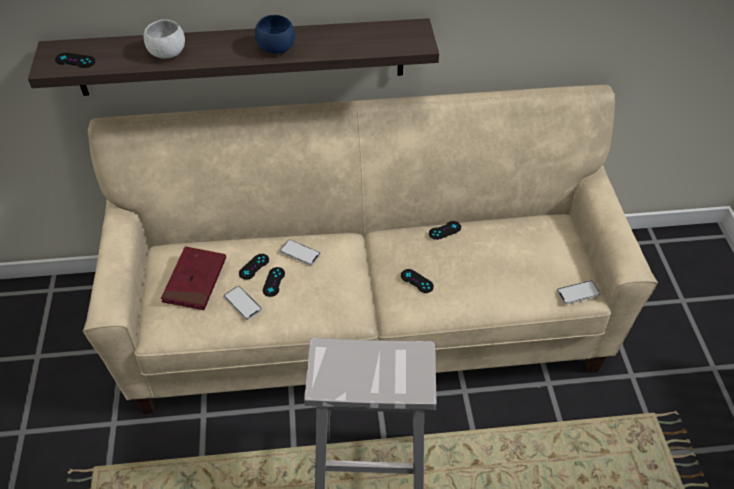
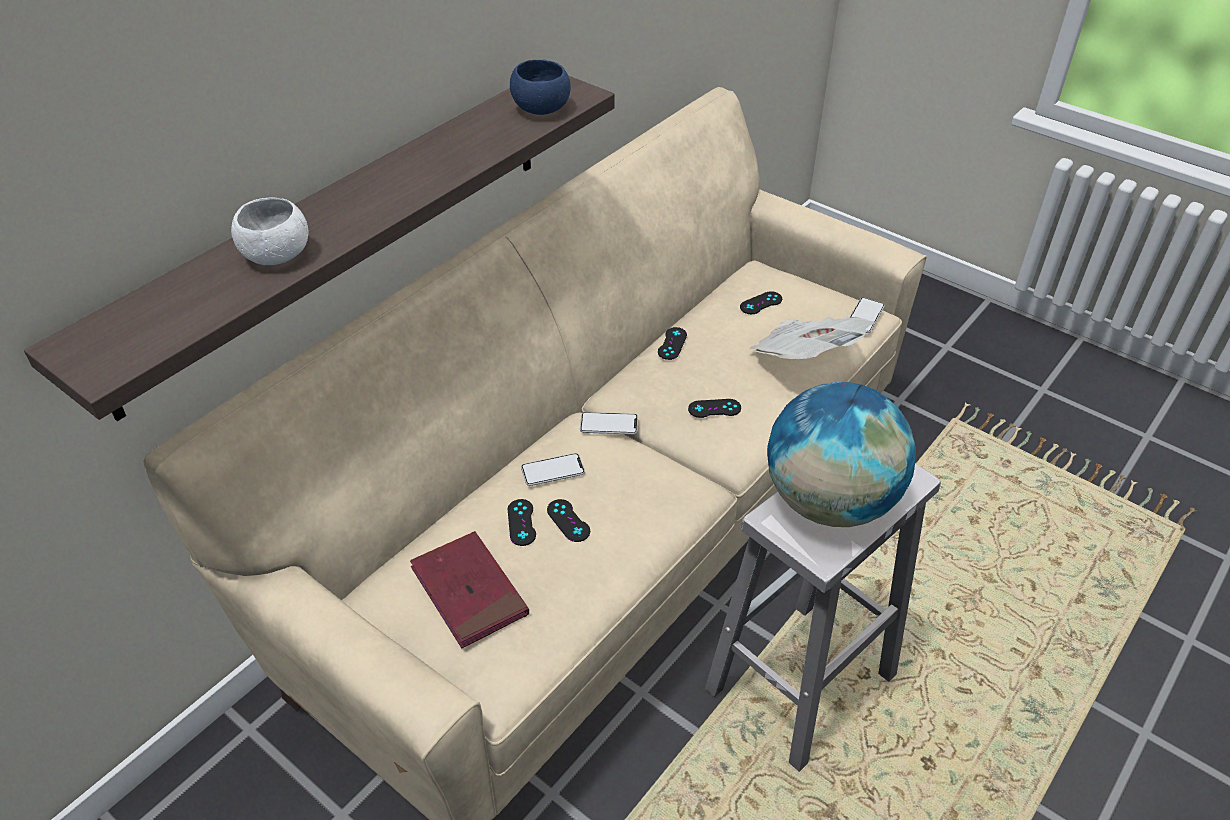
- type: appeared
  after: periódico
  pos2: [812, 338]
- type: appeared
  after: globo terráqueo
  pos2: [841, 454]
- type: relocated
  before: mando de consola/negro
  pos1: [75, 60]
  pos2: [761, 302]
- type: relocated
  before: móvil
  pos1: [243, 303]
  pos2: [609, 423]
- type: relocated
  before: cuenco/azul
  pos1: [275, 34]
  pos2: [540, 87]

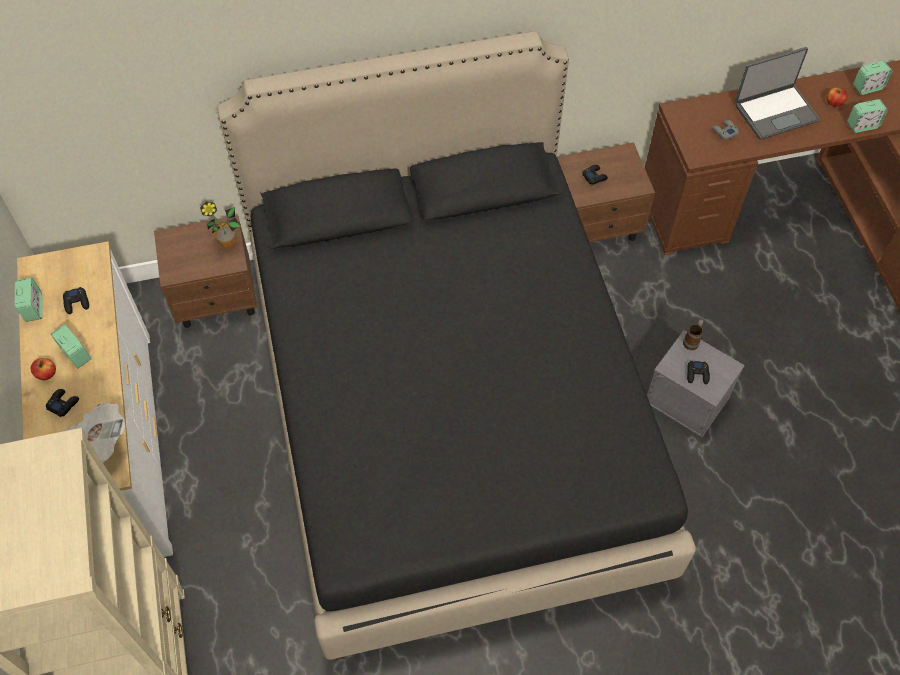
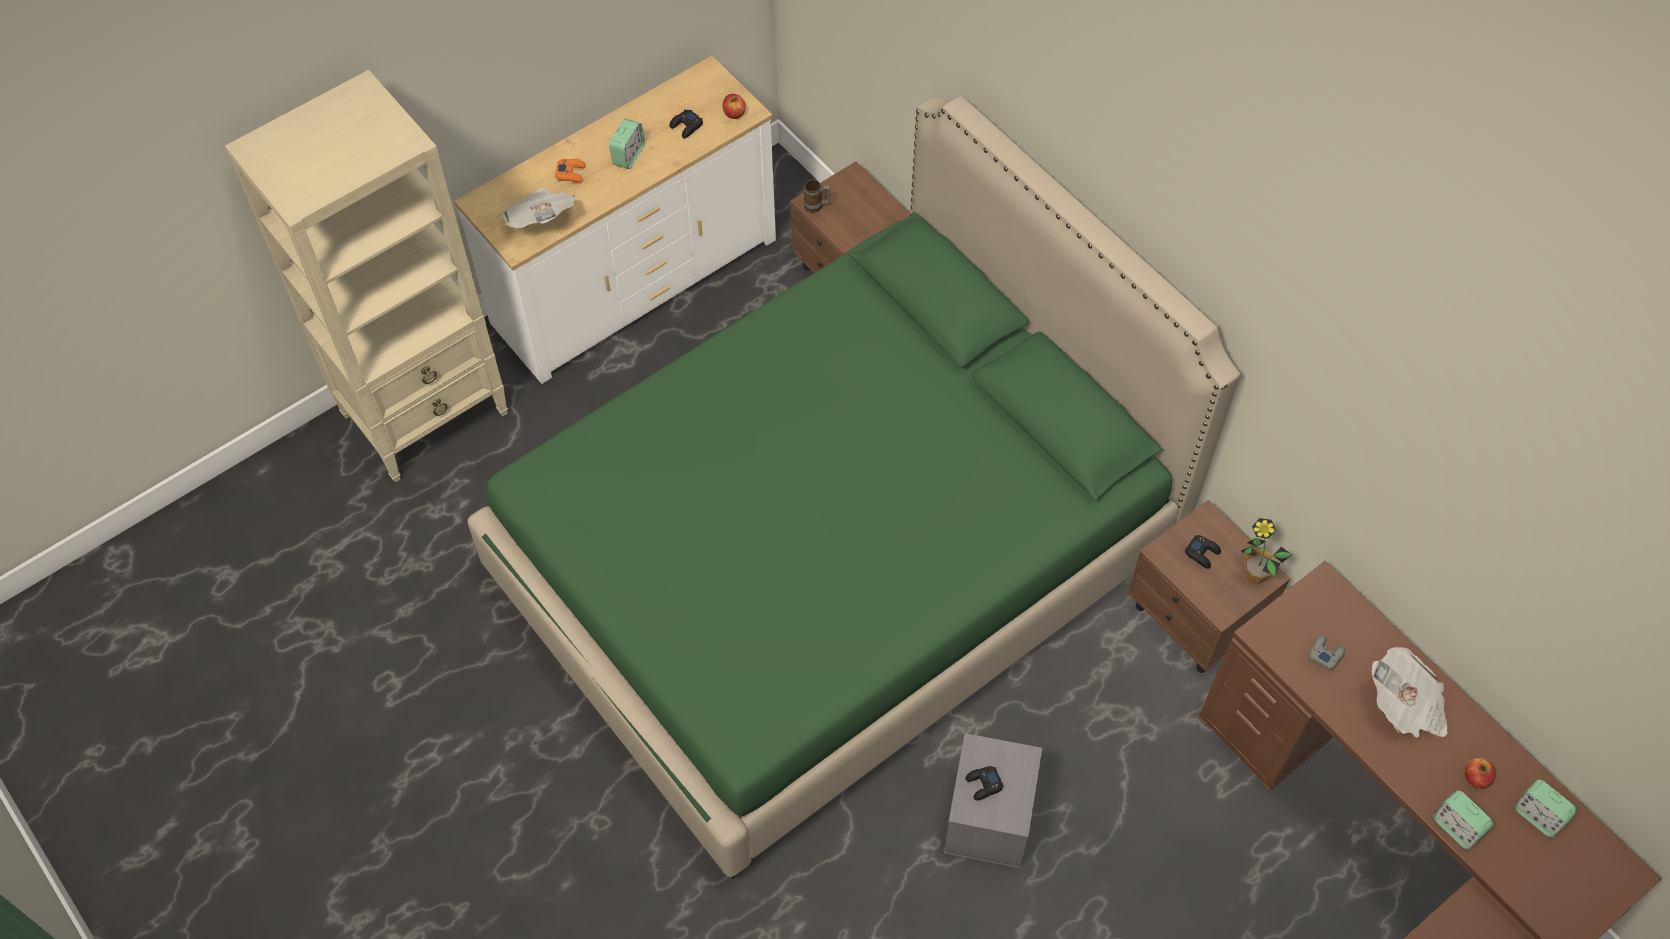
- type: missing
  before: despertador
  pos1: [29, 299]
- type: relocated
  before: manzana
  pos1: [43, 369]
  pos2: [734, 106]
- type: relocated
  before: planta en maceta
  pos1: [220, 225]
  pos2: [1266, 551]
- type: relocated
  before: taza grande
  pos1: [693, 334]
  pos2: [817, 196]
- type: exchanged
  before: portátil
  after: periódico
  pos1: [777, 93]
  pos2: [1410, 692]
- type: colour
  before: mando de consola/negro
  after: mando de consola/naranja
  pos1: [62, 403]
  pos2: [570, 170]
- type: colour
  before: cama/negro
  after: cama/verde
  pos1: [457, 345]
  pos2: [853, 487]

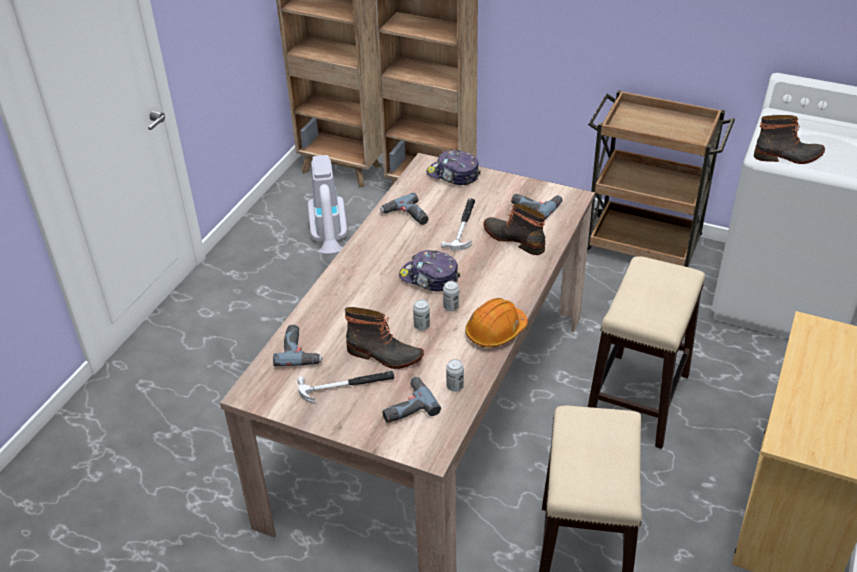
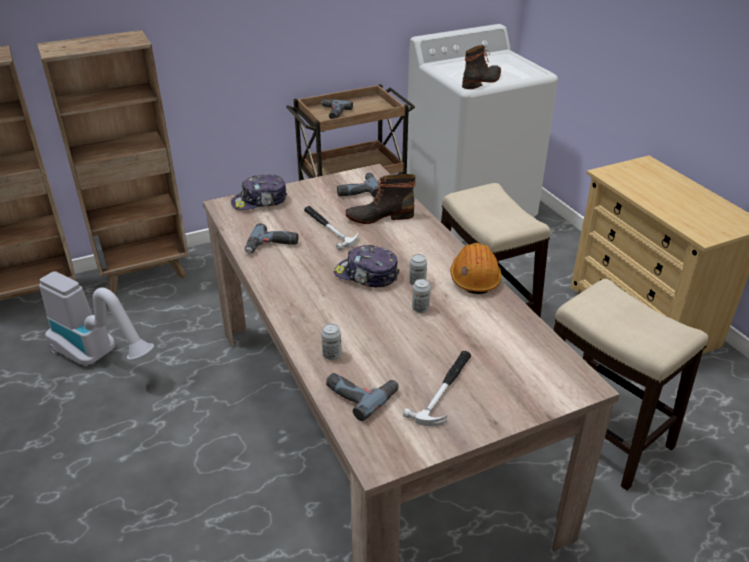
- type: missing
  before: bota
  pos1: [384, 338]
- type: relocated
  before: taladro
  pos1: [411, 400]
  pos2: [337, 109]
- type: relocated
  before: lata
  pos1: [455, 375]
  pos2: [331, 341]
- type: spun
  before: gorra
  pos1: [429, 270]
  pos2: [367, 266]
  turn: 45

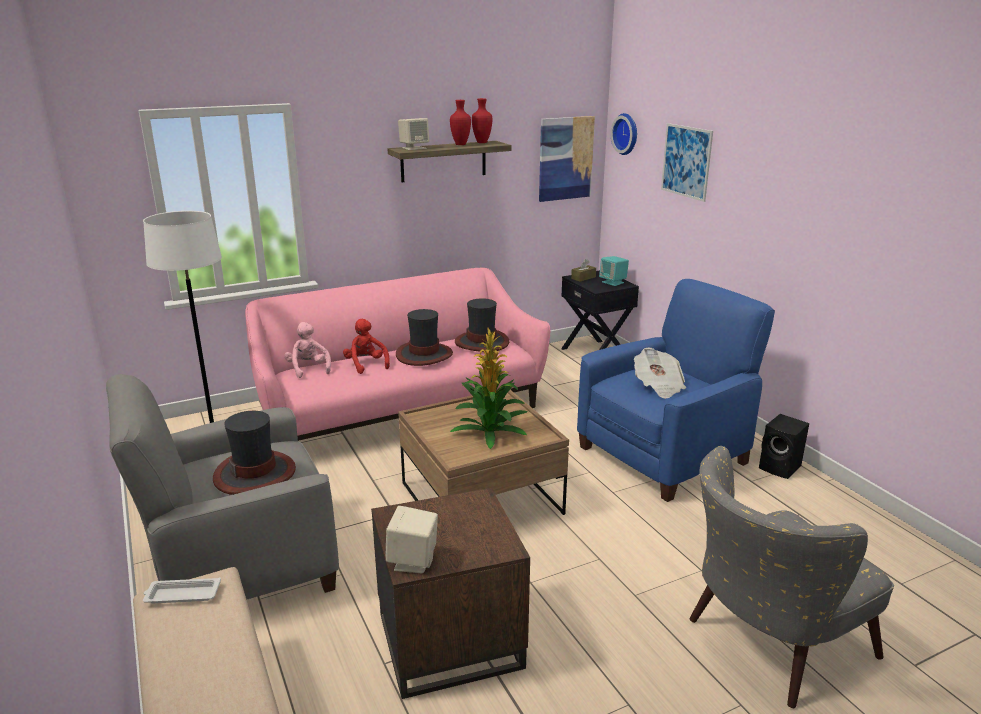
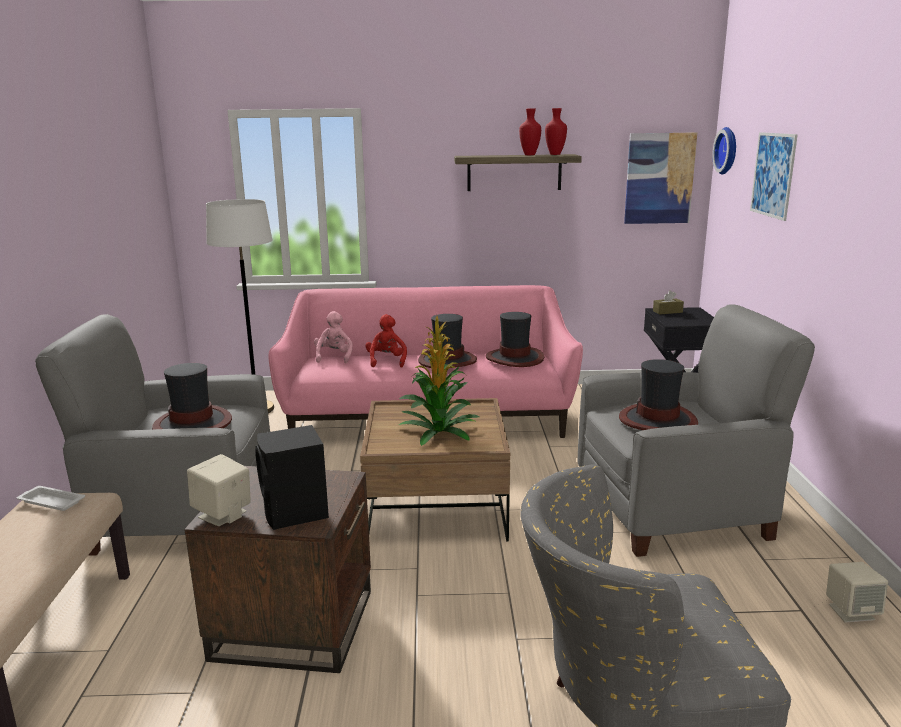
- type: missing
  before: altavoz/turquesa
  pos1: [614, 271]
- type: relocated
  before: altavoz/beis
  pos1: [413, 134]
  pos2: [857, 592]
- type: relocated
  before: altavoz/negro
  pos1: [784, 446]
  pos2: [292, 477]
- type: exchanged
  before: periódico
  after: sombrero
  pos1: [660, 373]
  pos2: [658, 394]
- type: colour
  before: sillón/azul
  after: sillón/gris
  pos1: [676, 390]
  pos2: [696, 430]

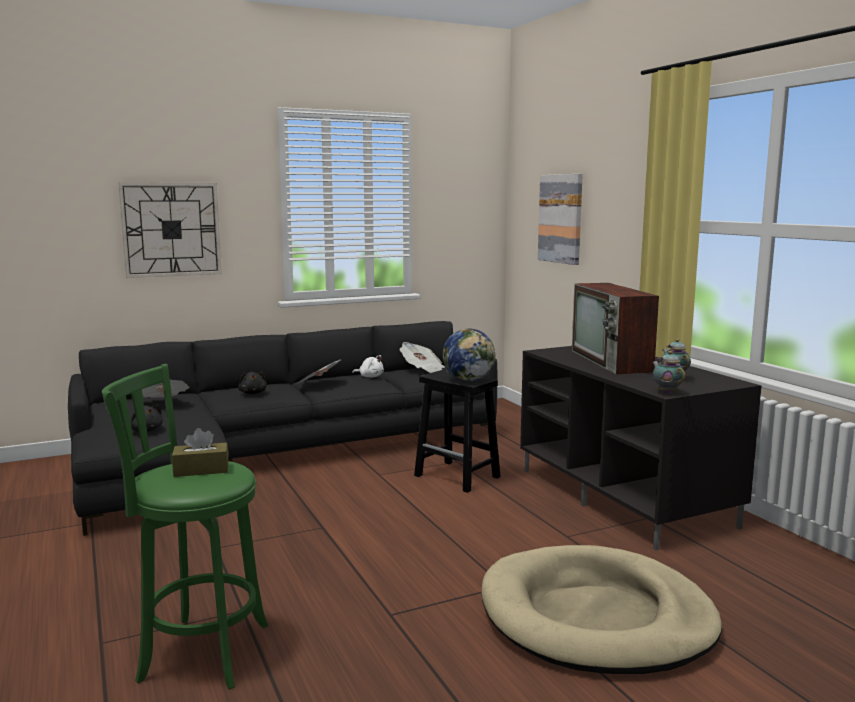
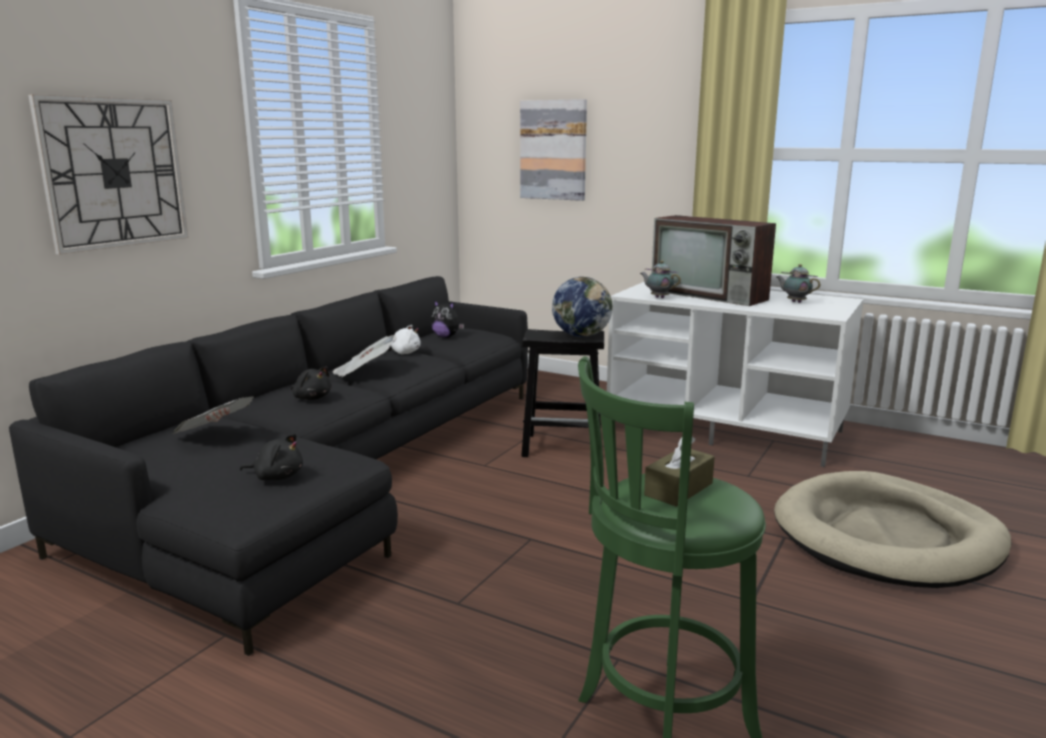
- type: relocated
  before: tetera
  pos1: [668, 372]
  pos2: [660, 279]
- type: exchanged
  before: periódico
  after: peluche
  pos1: [422, 357]
  pos2: [447, 319]
- type: colour
  before: mueble de televisión/negro
  after: mueble de televisión/blanco
  pos1: [641, 448]
  pos2: [735, 374]

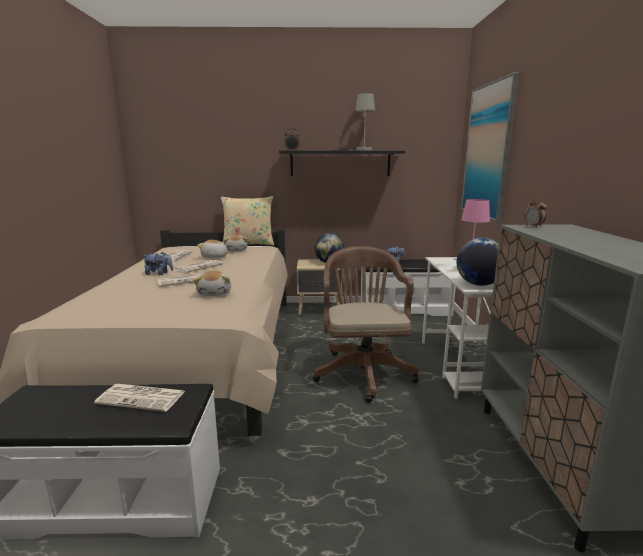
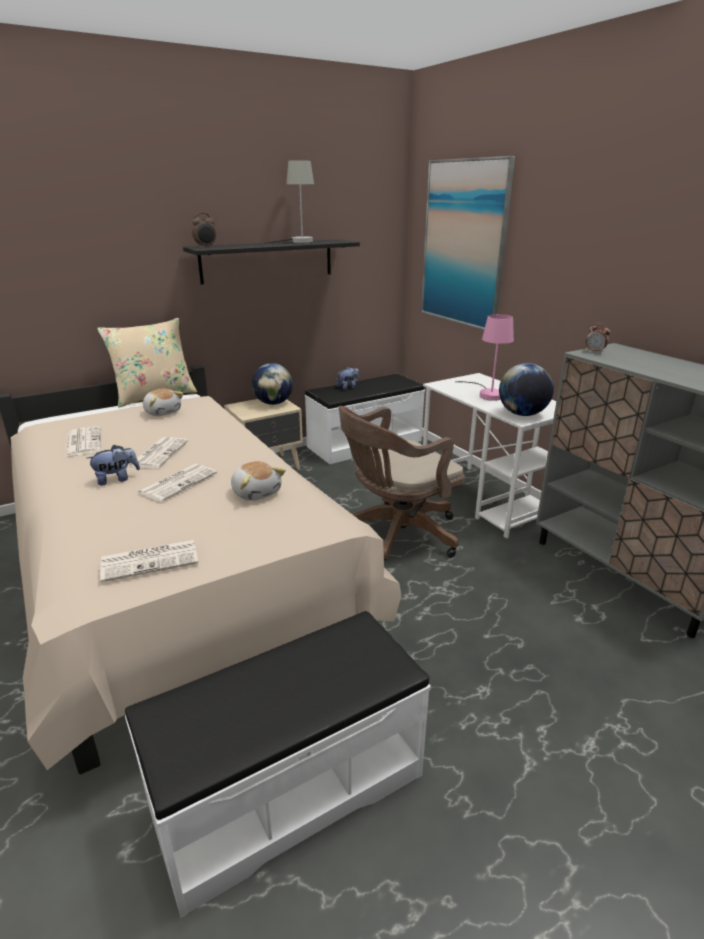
- type: missing
  before: peluche
  pos1: [213, 249]
- type: relocated
  before: periódico
  pos1: [139, 398]
  pos2: [149, 561]
- type: spun
  before: silla de oficina/marrón
  pos1: [366, 324]
  pos2: [402, 483]
  turn: -90

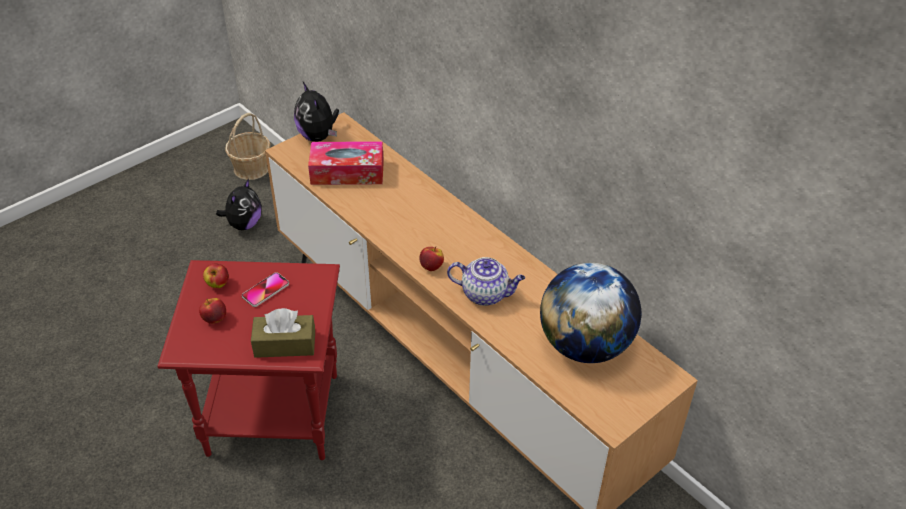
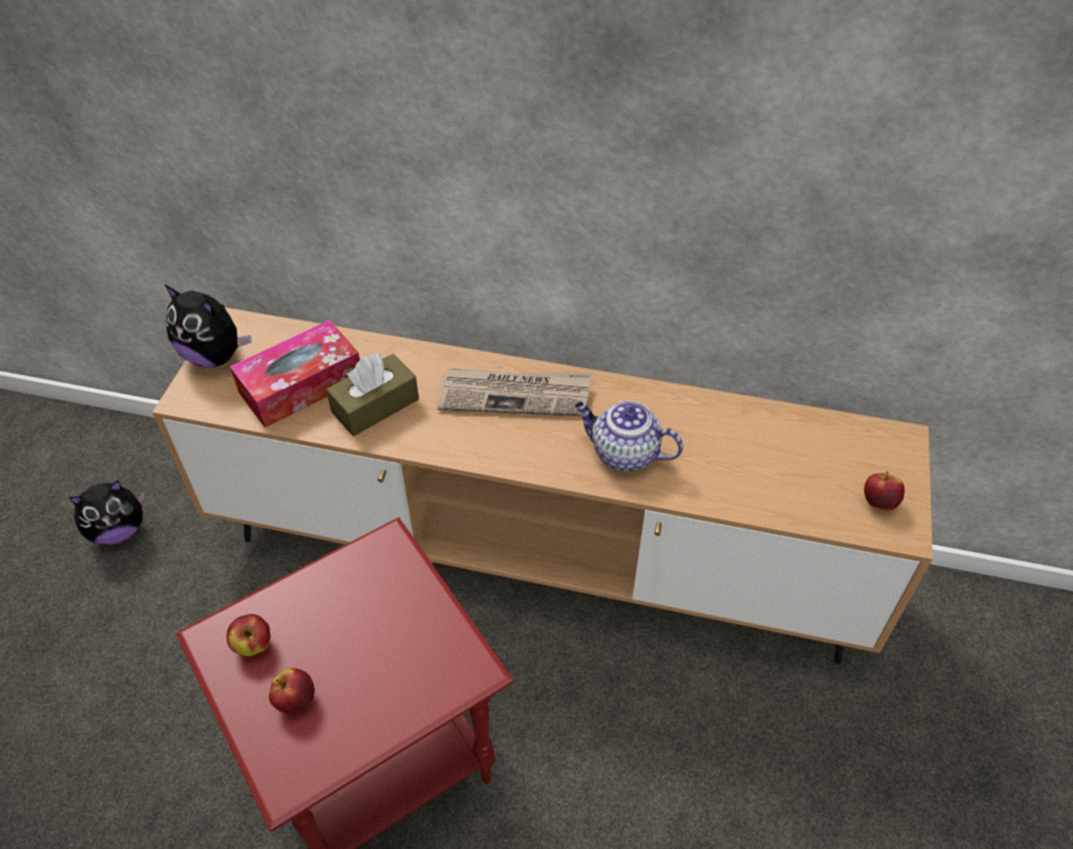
- type: missing
  before: cesta
  pos1: [247, 146]
- type: missing
  before: móvil
  pos1: [265, 289]
- type: missing
  before: globo terráqueo
  pos1: [590, 313]
- type: appeared
  after: periódico
  pos2: [514, 392]
- type: relocated
  before: caja de pañuelos/marrón
  pos1: [283, 333]
  pos2: [372, 394]
- type: relocated
  before: manzana
  pos1: [431, 258]
  pos2: [884, 491]
- type: spun
  before: peluche
  pos1: [239, 204]
  pos2: [107, 513]
  turn: 75
- type: spun
  before: tetera
  pos1: [486, 281]
  pos2: [629, 436]
  turn: -135

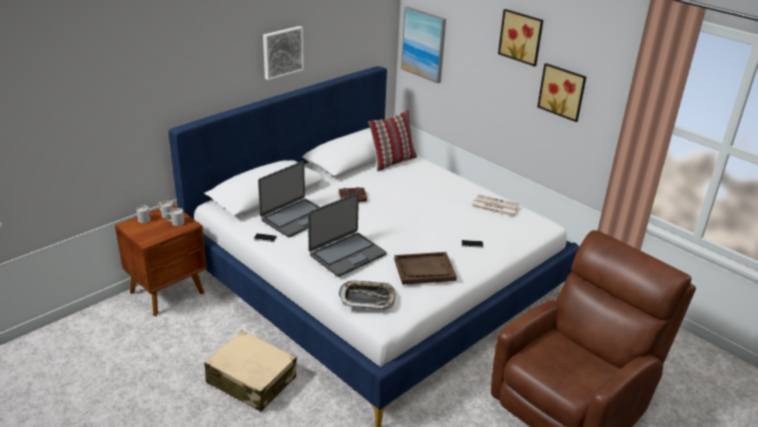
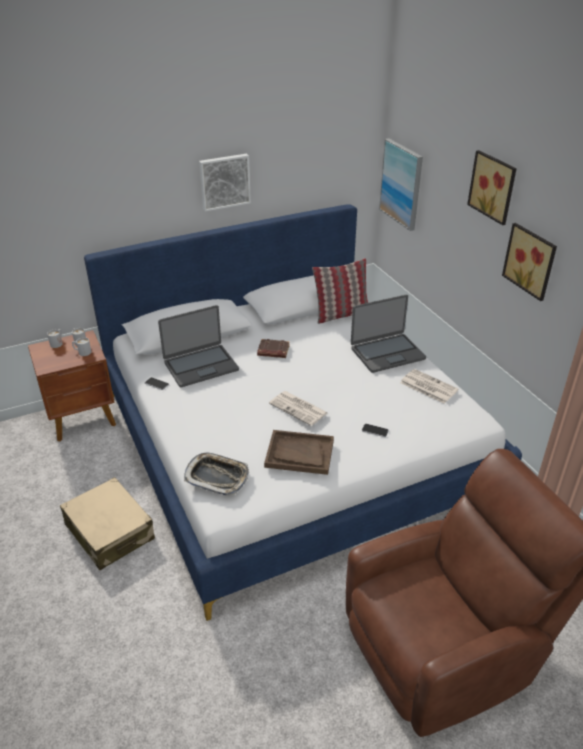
- type: appeared
  after: periódico
  pos2: [298, 408]
- type: relocated
  before: portátil
  pos1: [347, 235]
  pos2: [388, 334]

